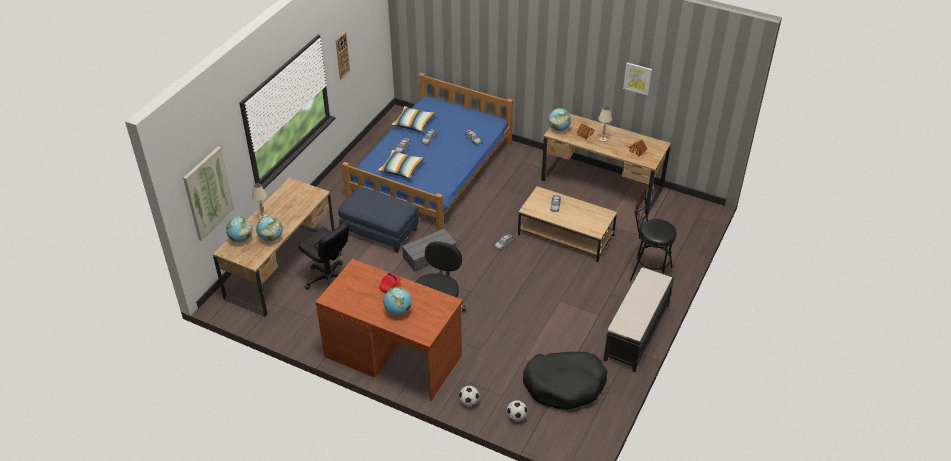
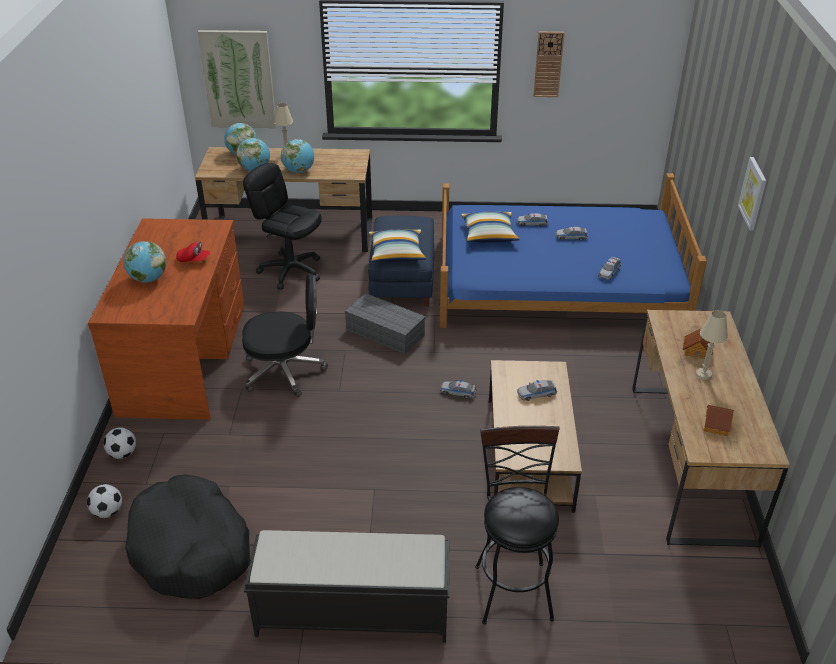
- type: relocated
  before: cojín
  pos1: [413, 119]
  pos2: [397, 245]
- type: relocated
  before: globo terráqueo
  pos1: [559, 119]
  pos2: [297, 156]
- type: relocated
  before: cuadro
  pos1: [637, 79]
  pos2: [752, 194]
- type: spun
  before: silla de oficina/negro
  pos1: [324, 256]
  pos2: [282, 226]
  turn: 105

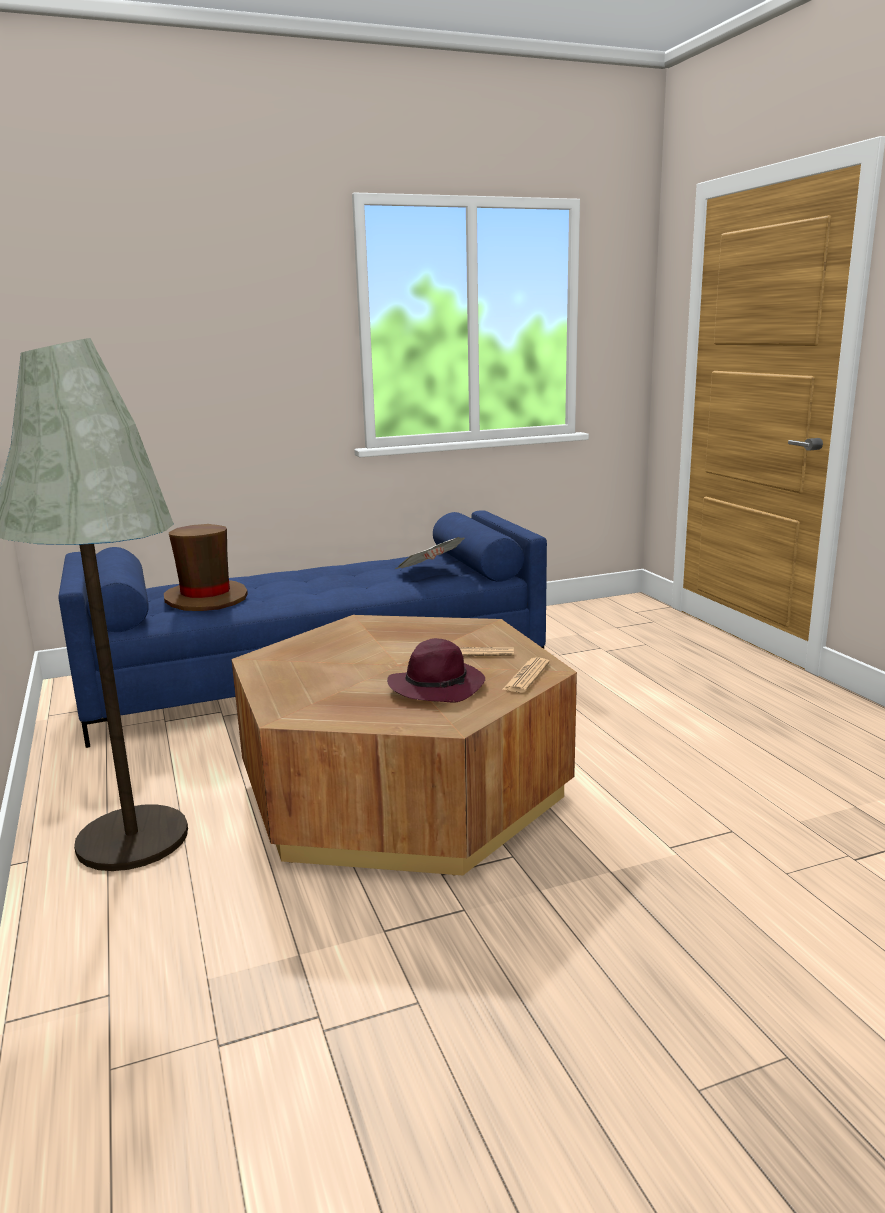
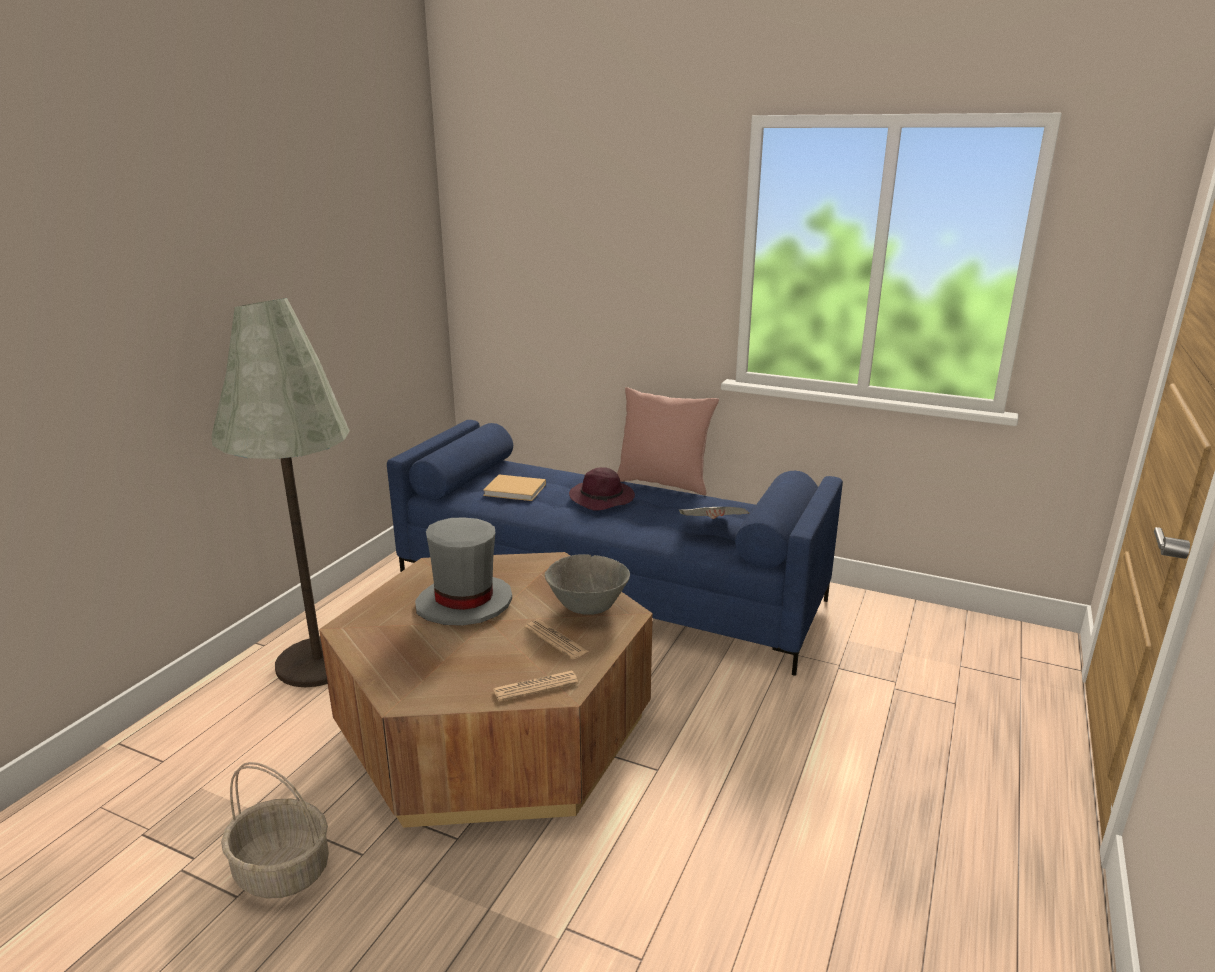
- type: appeared
  after: cesta
  pos2: [275, 830]
- type: appeared
  after: sombrero/gris
  pos2: [463, 572]
- type: appeared
  after: cuenco/gris
  pos2: [587, 584]
- type: appeared
  after: cojín/rosa
  pos2: [668, 441]
- type: relocated
  before: sombrero/morado
  pos1: [436, 670]
  pos2: [602, 489]
- type: exchanged
  before: sombrero/marrón
  after: libro/beis
  pos1: [206, 567]
  pos2: [514, 488]

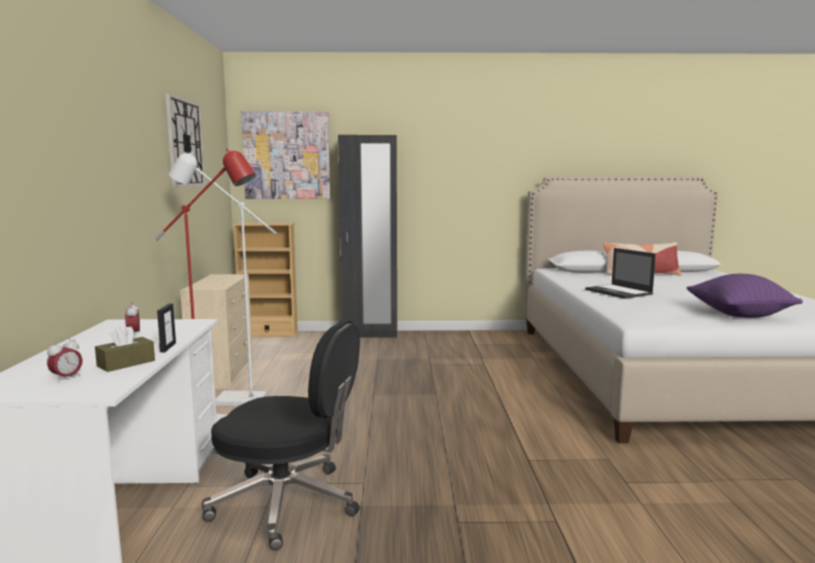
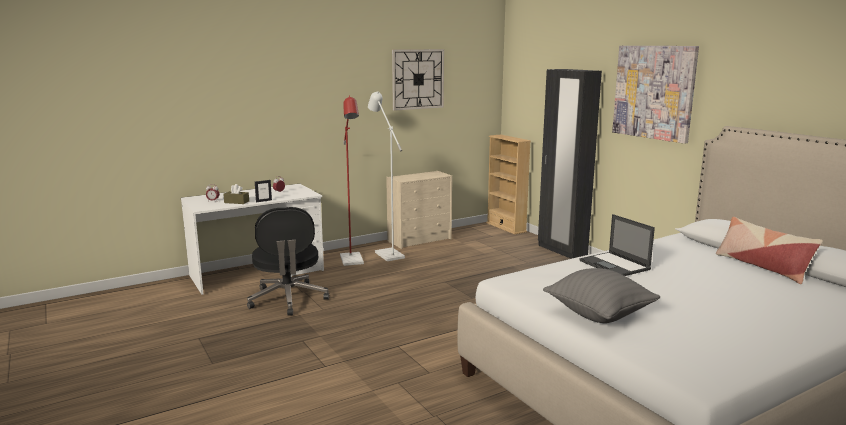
- type: relocated
  before: cuadro
  pos1: [286, 155]
  pos2: [655, 95]
- type: colour
  before: cojín/morado
  after: cojín/gris
  pos1: [745, 296]
  pos2: [602, 295]
- type: spun
  before: portátil
  pos1: [620, 273]
  pos2: [617, 245]
  turn: -60

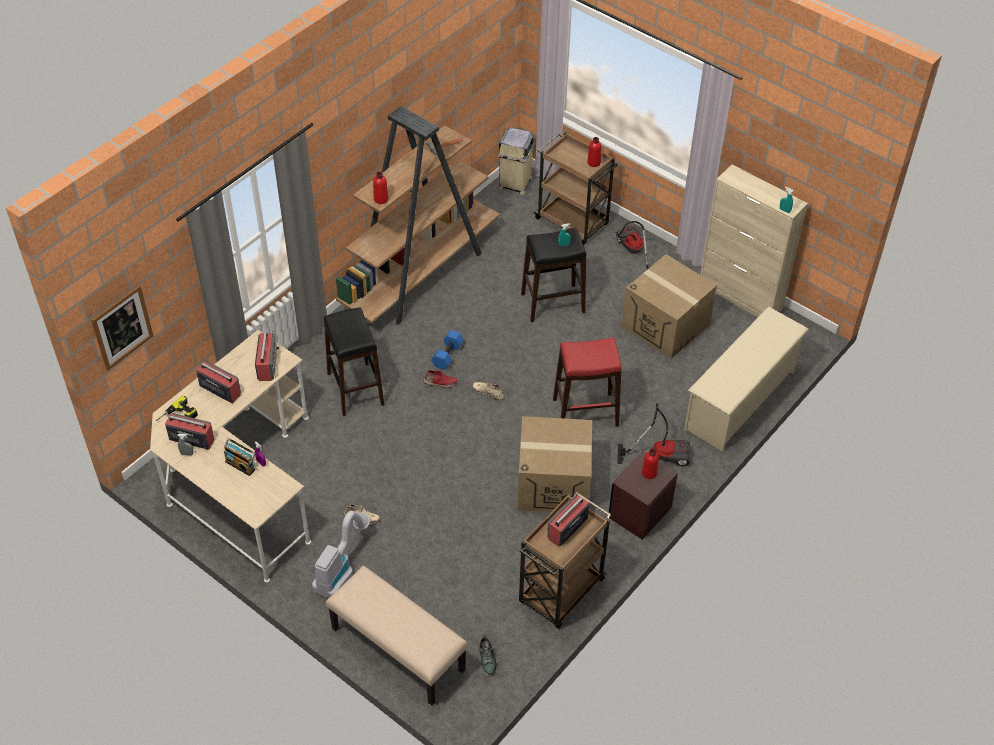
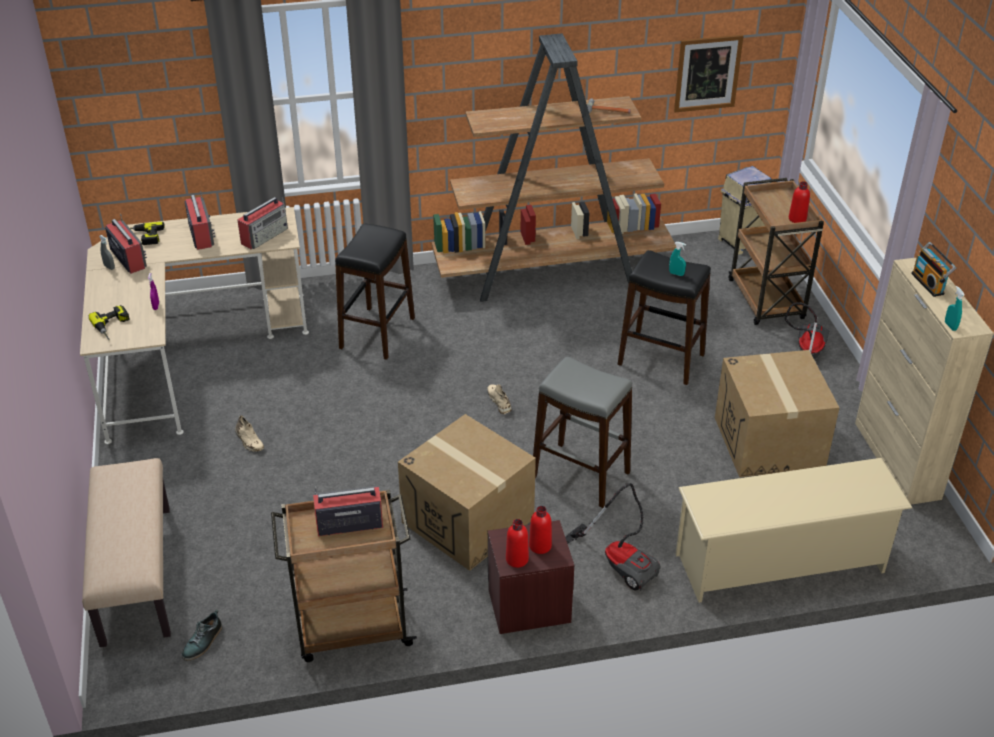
- type: missing
  before: aspiradora
  pos1: [341, 554]
- type: missing
  before: zapato/rojo
  pos1: [440, 379]
- type: missing
  before: mancuerna/azul
  pos1: [447, 350]
- type: appeared
  after: taladro
  pos2: [109, 322]
- type: relocated
  before: cuadro
  pos1: [122, 328]
  pos2: [708, 73]
- type: relocated
  before: radio
  pos1: [240, 457]
  pos2: [933, 269]
- type: relocated
  before: botella/rojo
  pos1: [381, 188]
  pos2: [517, 543]
- type: colour
  before: taburete/rojo
  after: taburete/gris
  pos1: [587, 382]
  pos2: [582, 432]

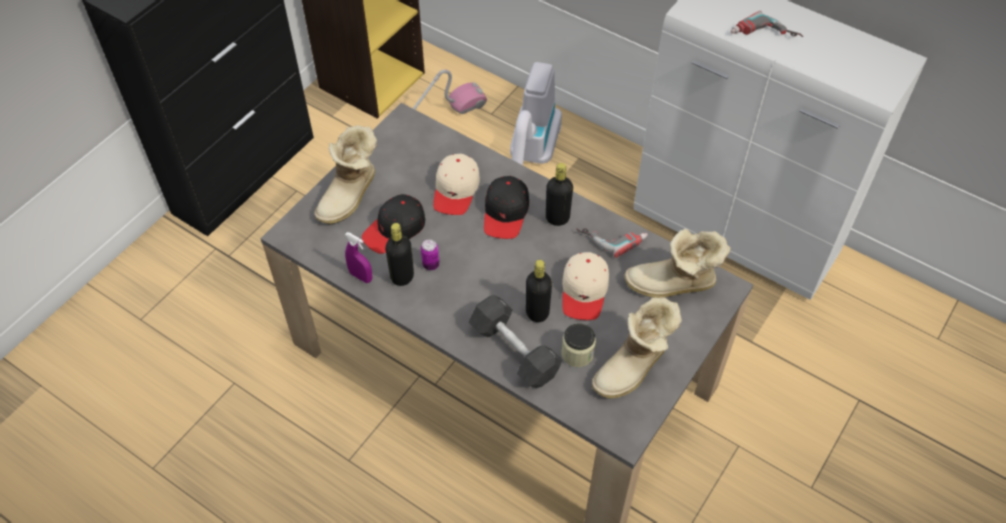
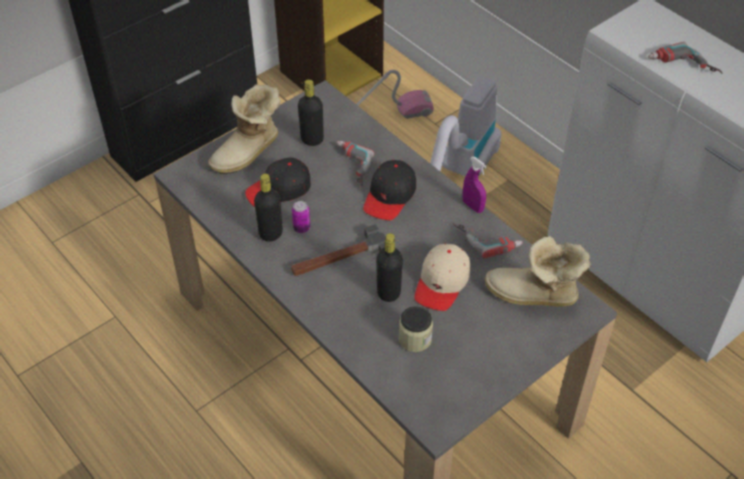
- type: missing
  before: mancuerna/negro
  pos1: [515, 341]
- type: missing
  before: bota
  pos1: [637, 347]
- type: appeared
  after: martillo
  pos2: [338, 250]
- type: relocated
  before: pulverizador/morado
  pos1: [358, 257]
  pos2: [475, 185]
- type: relocated
  before: botella/negro
  pos1: [559, 194]
  pos2: [311, 113]
- type: exchanged
  before: gorra/beis
  after: taladro
  pos1: [456, 184]
  pos2: [355, 164]

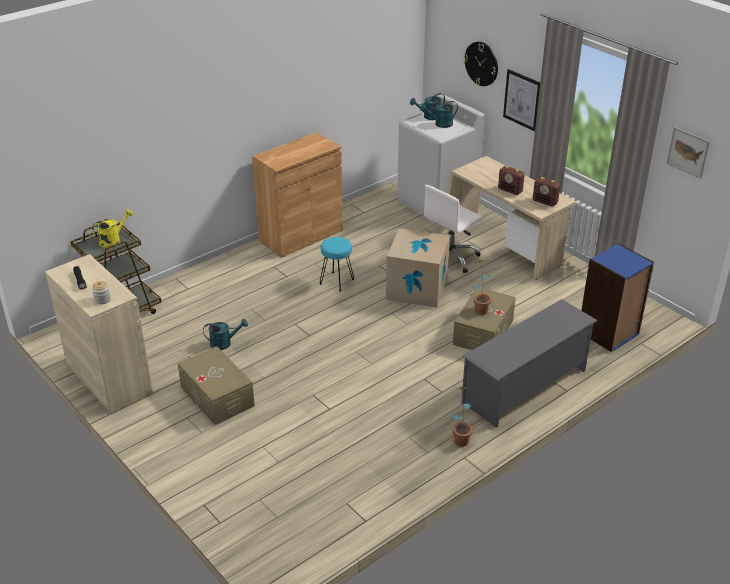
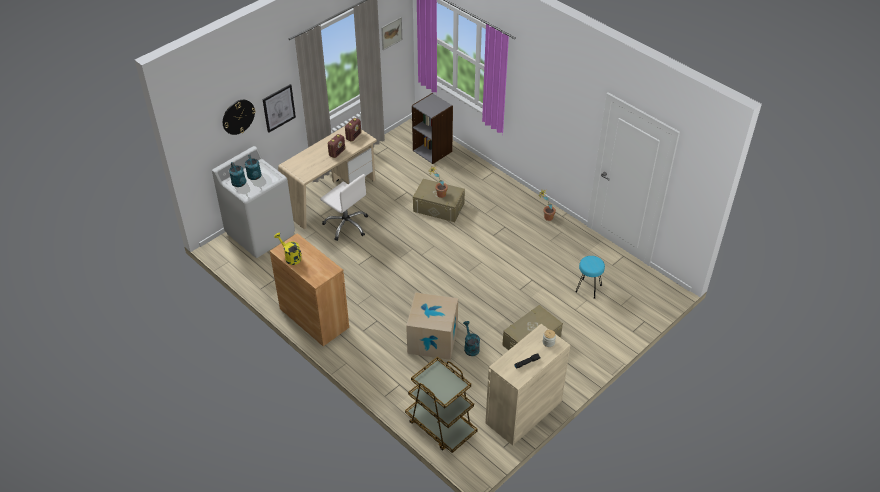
- type: missing
  before: zapatero/gris
  pos1: [529, 363]
- type: relocated
  before: regadera/amarillo
  pos1: [112, 228]
  pos2: [288, 249]
- type: relocated
  before: taburete/turquesa
  pos1: [336, 264]
  pos2: [590, 277]
- type: relocated
  before: caja de cartón
  pos1: [418, 268]
  pos2: [432, 326]
- type: colour
  before: estantería/azul
  after: estantería/gris
  pos1: [617, 297]
  pos2: [432, 128]

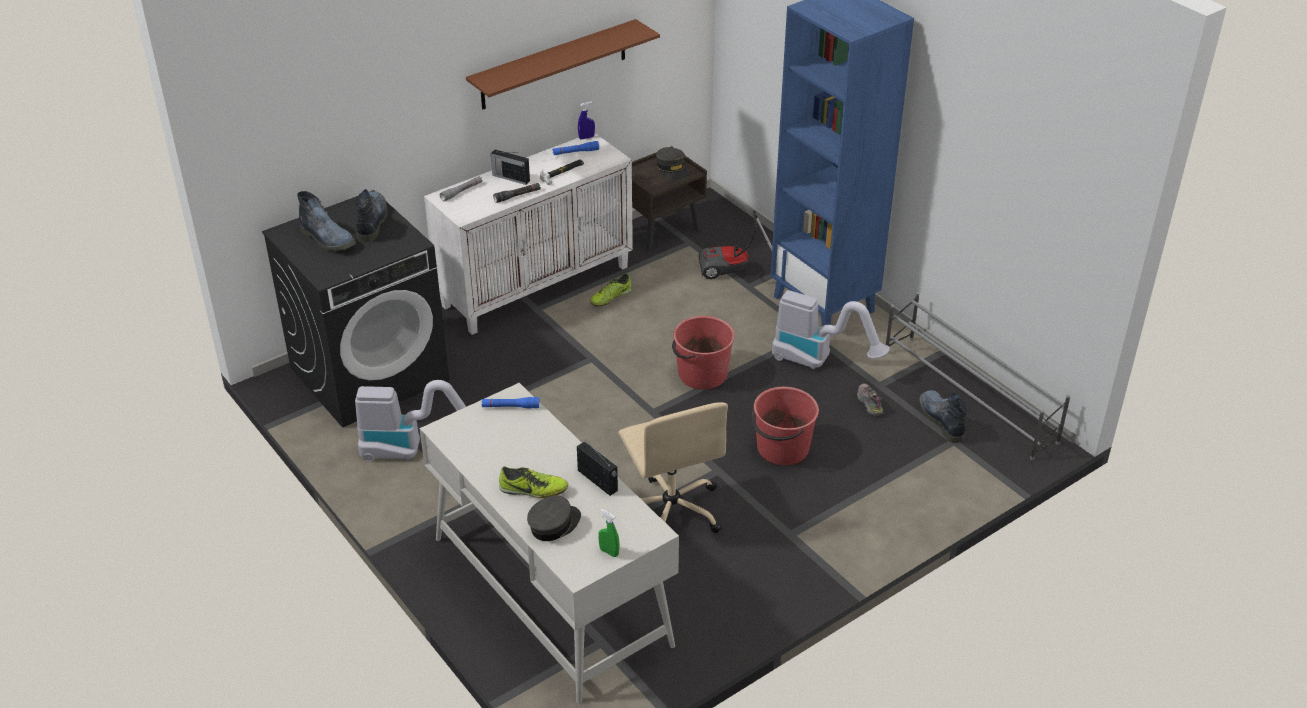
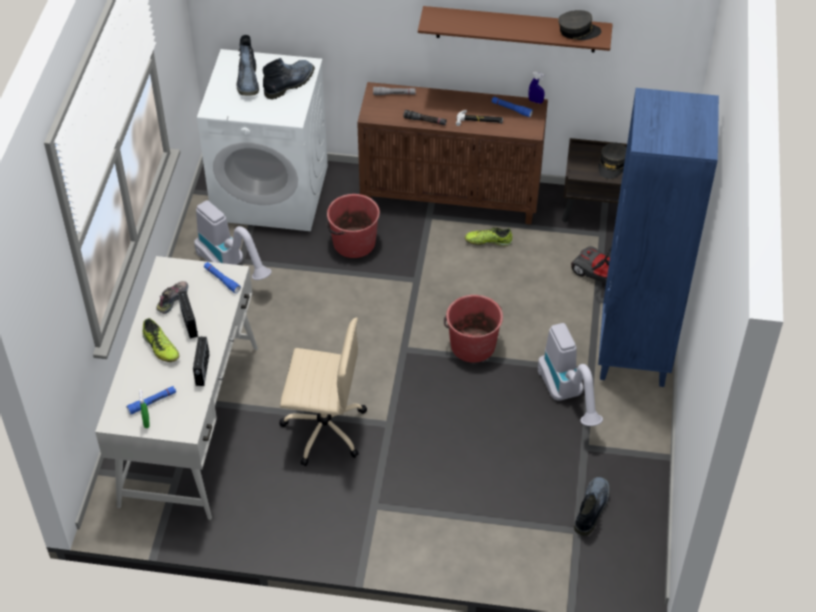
- type: missing
  before: zapatero/gris
  pos1: [978, 376]
- type: appeared
  after: linterna/azul
  pos2: [151, 400]
- type: relocated
  before: radio
  pos1: [510, 167]
  pos2: [188, 314]
- type: relocated
  before: gorra/gris
  pos1: [554, 518]
  pos2: [579, 25]
- type: relocated
  before: cubo/rojo
  pos1: [785, 426]
  pos2: [353, 226]
- type: relocated
  before: zapato
  pos1: [870, 400]
  pos2: [172, 297]
- type: colour
  before: lavadora/negro
  after: lavadora/blanco
  pos1: [355, 309]
  pos2: [262, 140]
- type: colour
  before: armario/blanco
  after: armario/marrón
  pos1: [528, 234]
  pos2: [452, 153]
- type: spun
  before: silla de oficina/beis
  pos1: [673, 467]
  pos2: [323, 391]
  turn: -105

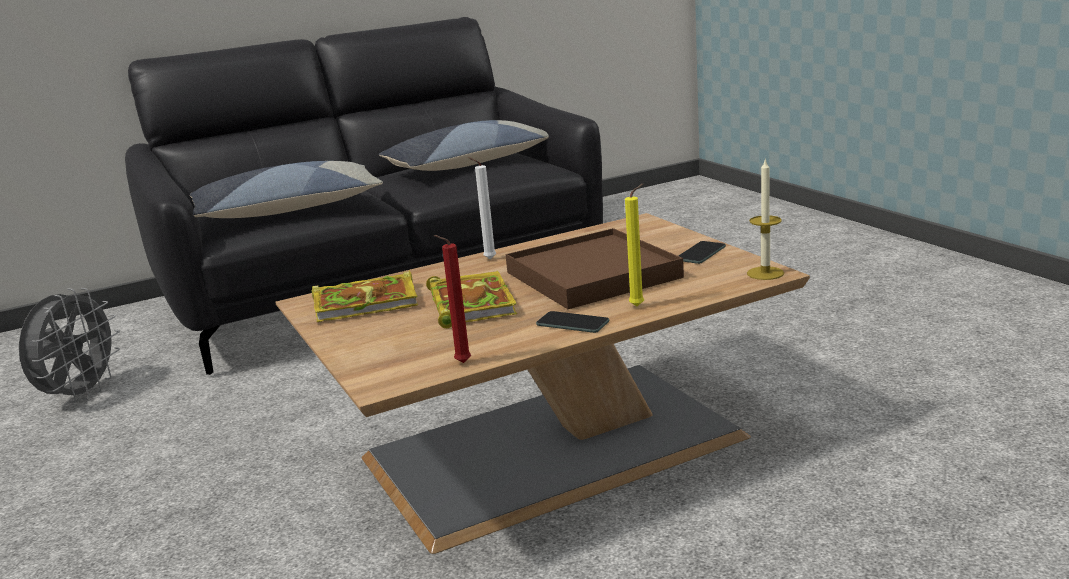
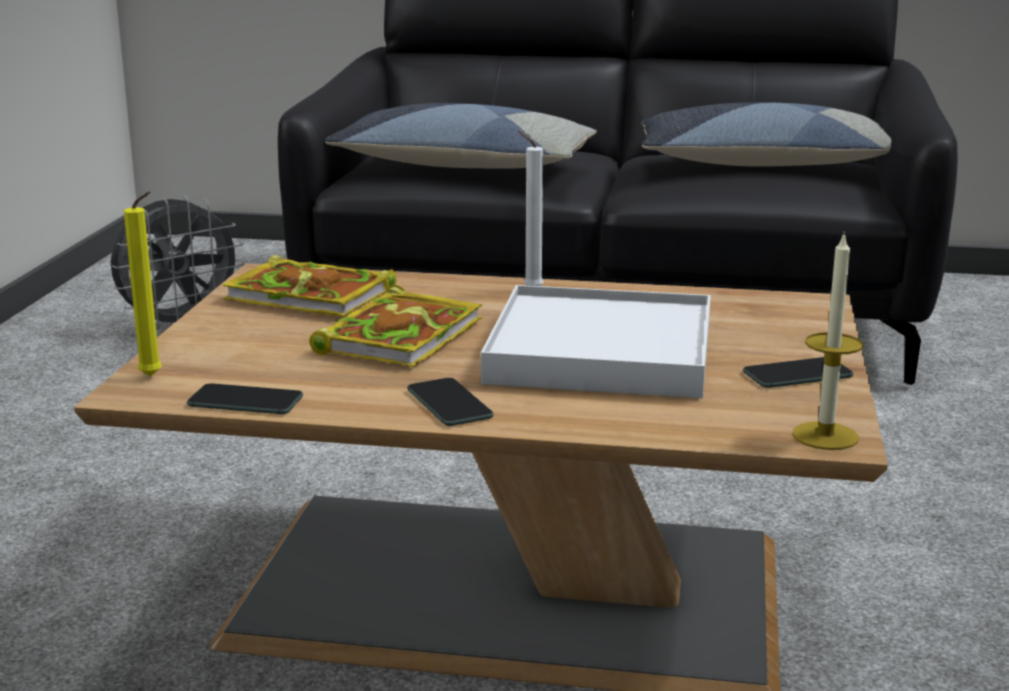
- type: relocated
  before: vela/amarillo
  pos1: [634, 245]
  pos2: [143, 284]
- type: exchanged
  before: vela/rojo
  after: móvil
  pos1: [452, 299]
  pos2: [245, 398]
- type: colour
  before: bandeja/marrón
  after: bandeja/blanco
  pos1: [595, 268]
  pos2: [596, 341]

